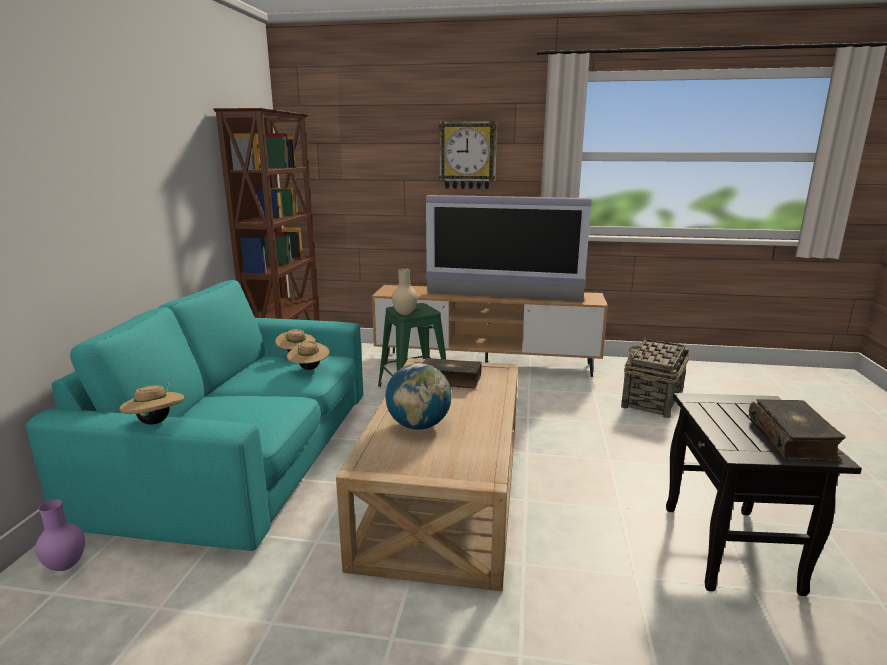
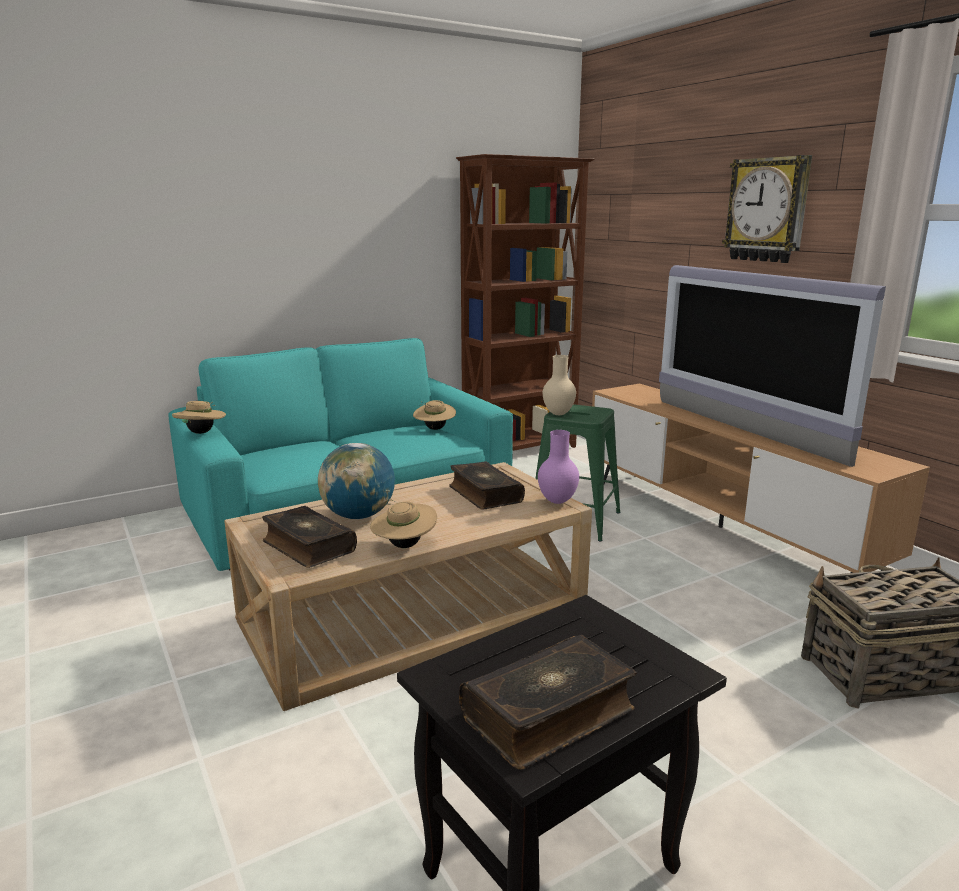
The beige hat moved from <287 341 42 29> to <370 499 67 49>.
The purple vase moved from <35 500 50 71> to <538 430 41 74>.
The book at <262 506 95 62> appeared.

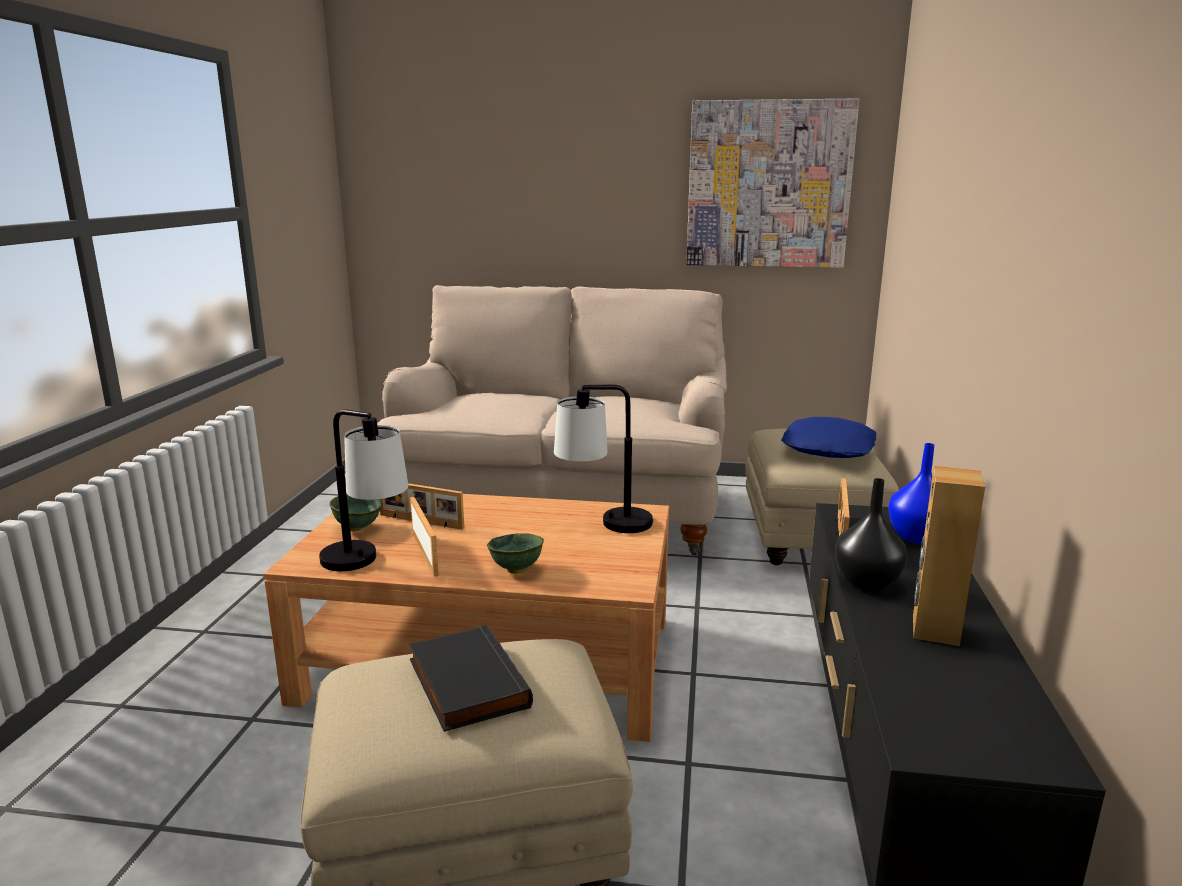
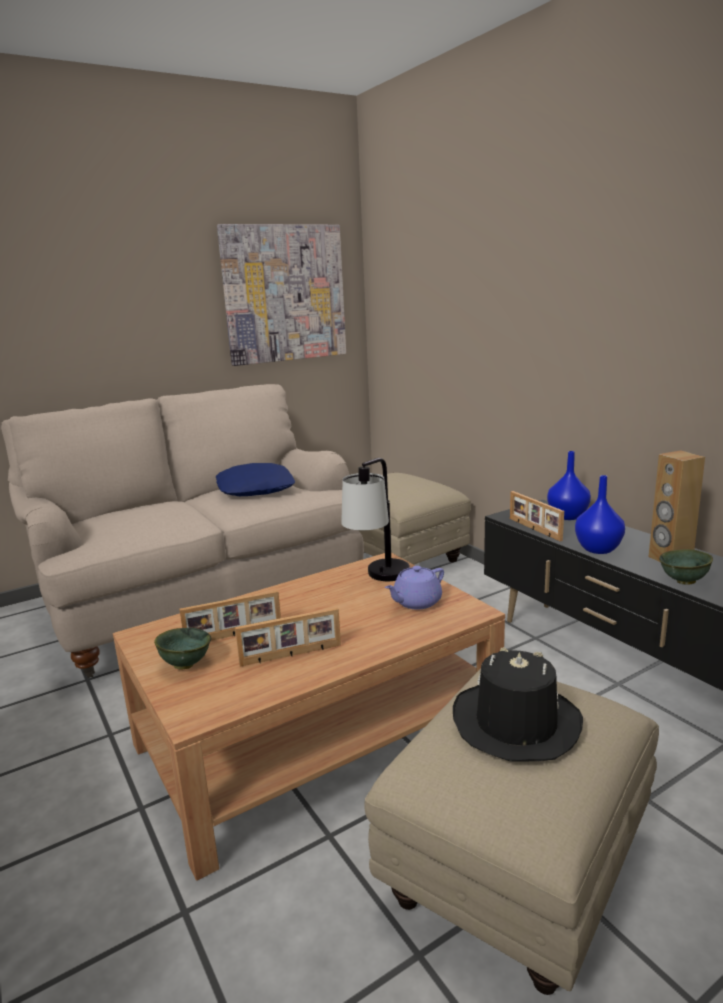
The table lamp at <319 409 89 162> disappeared.
The blue pillow moved from <781 417 95 41> to <216 463 79 33>.
The black vase at <835 478 72 113> became the blue vase at <575 475 50 79>.
The picture frame at <410 497 29 80> turned 135 degrees clockwise.
The green bowl moved from <487 533 57 41> to <659 549 54 36>.
The black book at <409 625 124 107> was replaced by the black hat at <453 647 130 115>.
The purple teapot at <385 566 59 44> appeared.

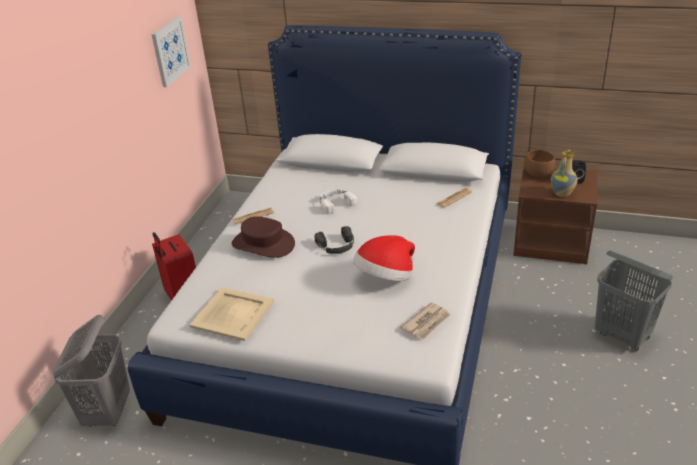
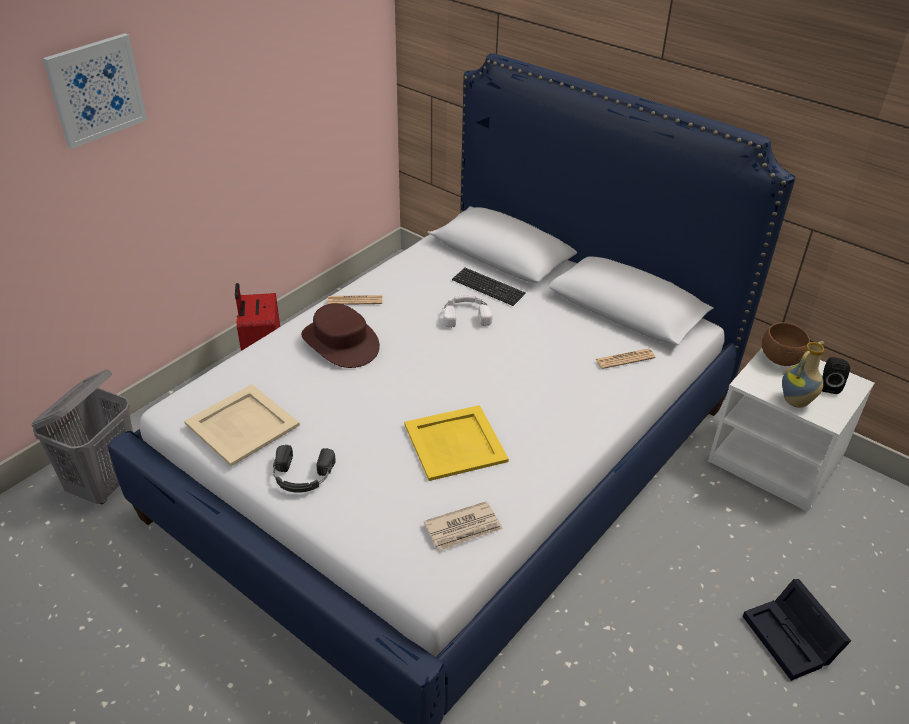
The picture moved from <151 17 40 70> to <43 33 104 116>.
The brown nightstand at <513 167 84 97> became the white nightstand at <708 348 166 164>.
The black headphones moved from <314 226 40 28> to <273 445 63 48>.
The hat at <353 235 62 46> was replaced by the yellow tray at <404 405 105 76>.
The grey laundry basket at <595 251 78 100> was replaced by the black storage box at <743 579 108 102>.
The keyboard at <452 268 74 38> appeared.

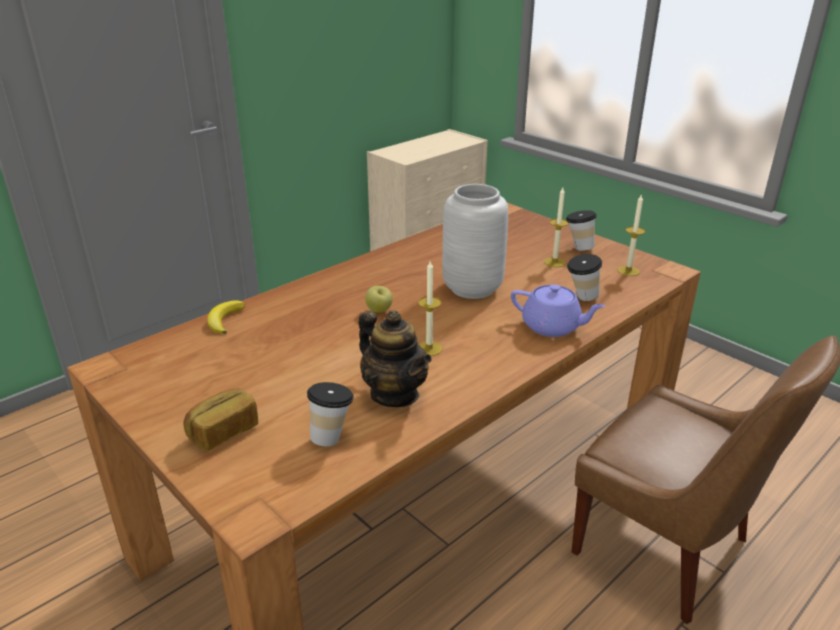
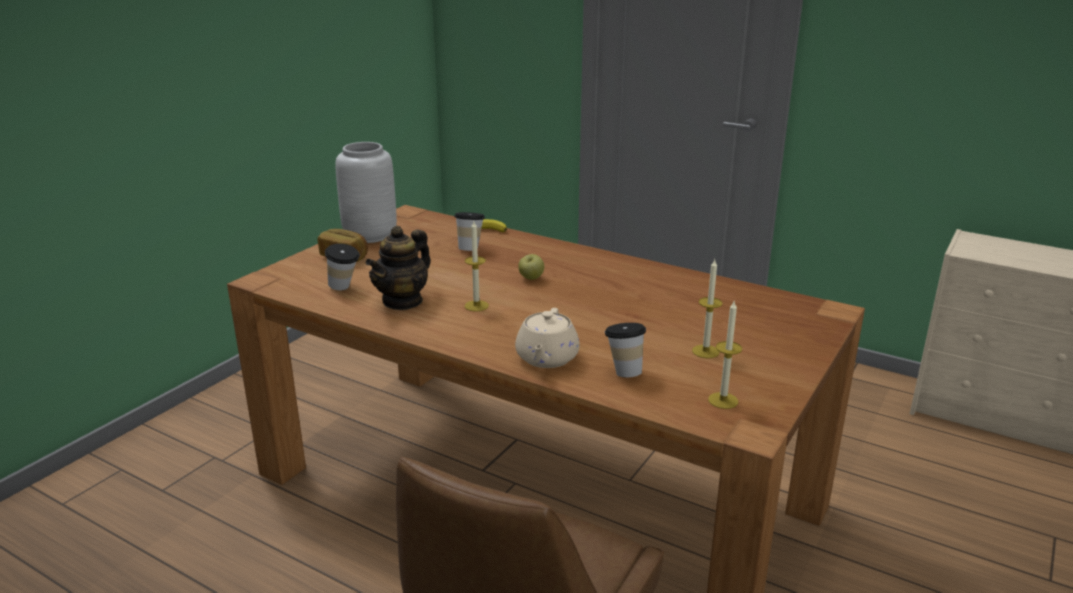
The grey vase moved from <442 184 66 115> to <335 142 62 101>.
The cup moved from <566 210 31 41> to <454 212 31 39>.
The purple teapot at <511 284 94 53> became the beige teapot at <515 308 65 60>.

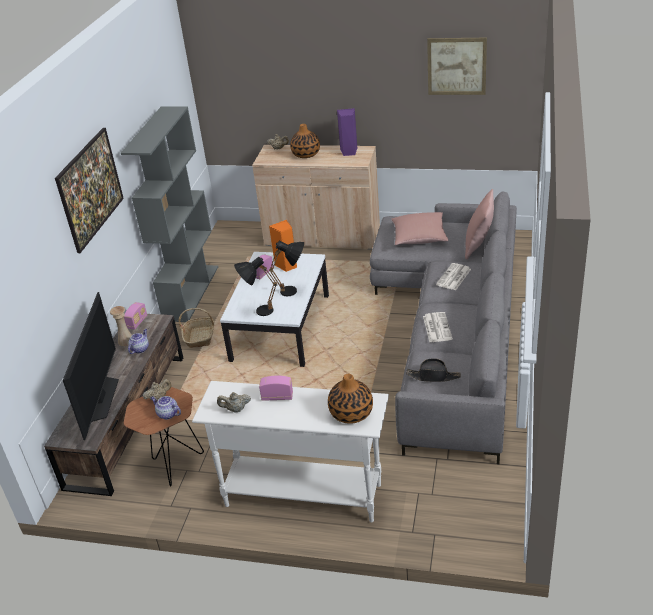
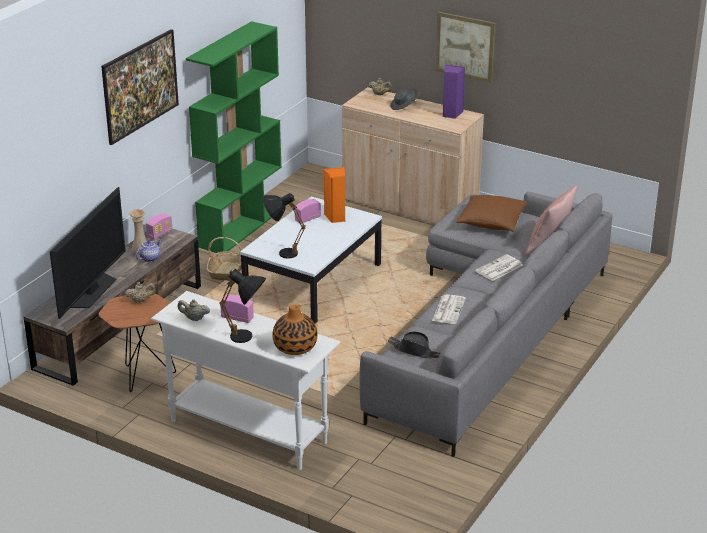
The picture moved from <427 38 60 57> to <435 12 60 71>.
The grey bookcase at <121 107 97 215> became the green bookcase at <186 21 96 232>.
The vase at <290 124 30 34> was replaced by the grey hat at <390 88 29 22>.
The pink pillow at <391 212 57 33> became the brown pillow at <456 195 72 36>.
The black table lamp moved from <269 241 35 55> to <219 269 47 74>.
The teapot at <150 396 31 24> disappeared.

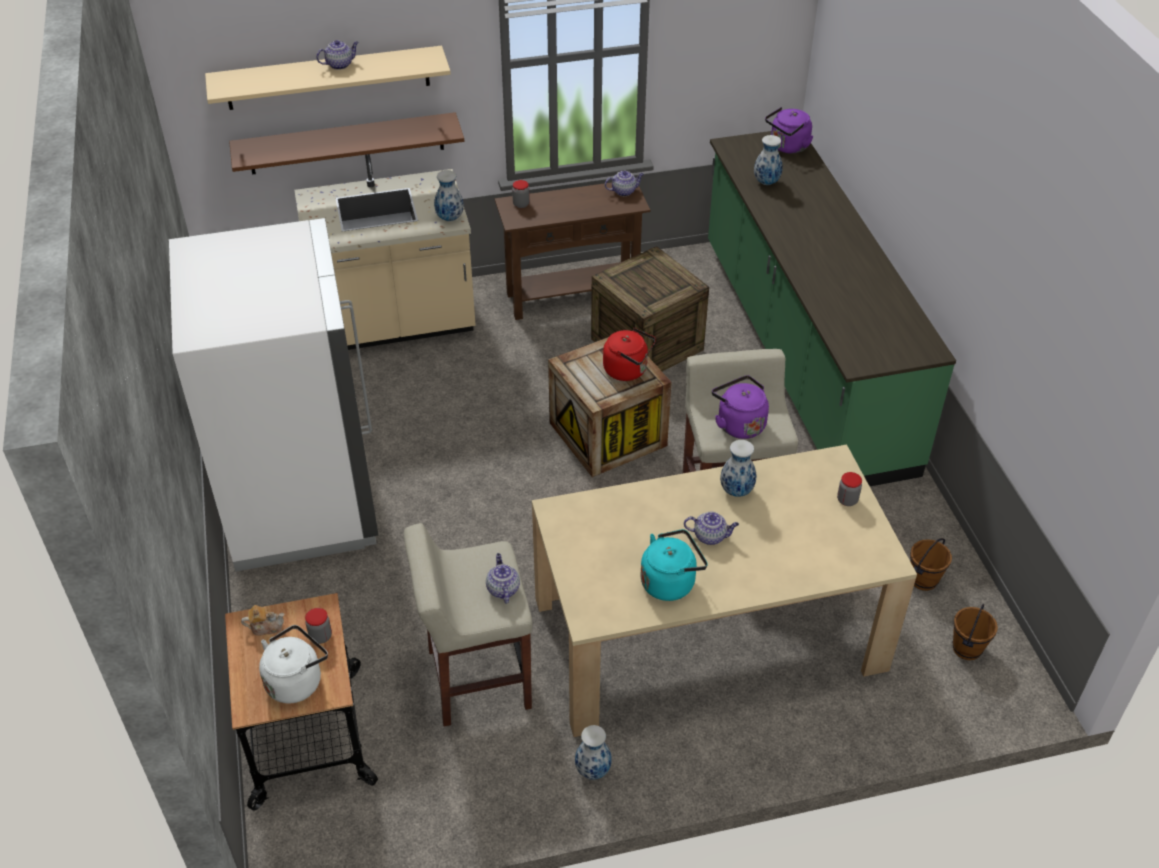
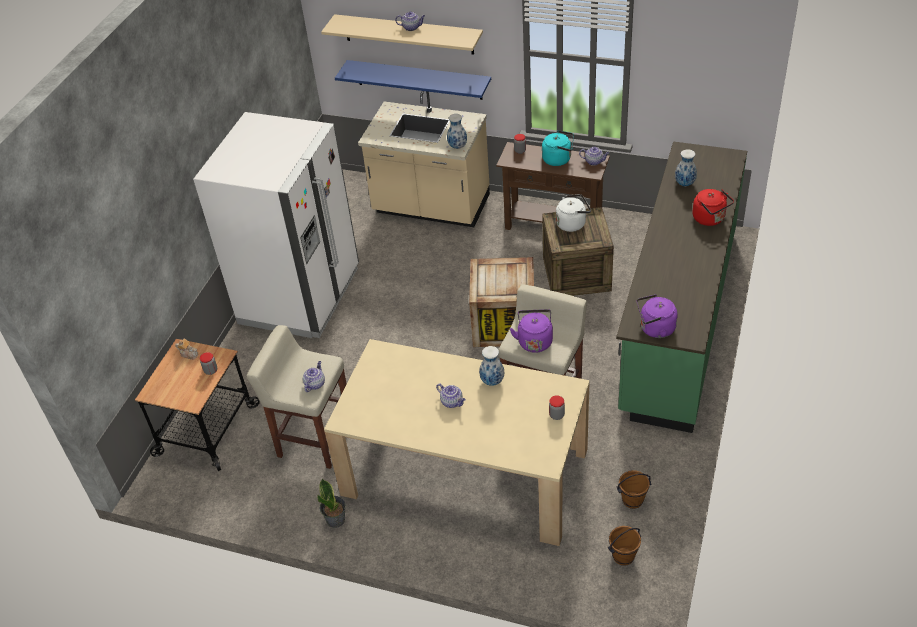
The purple kettle moved from <765 107 48 46> to <637 294 41 44>.
The brown shelf at <229 112 235 63> became the blue shelf at <335 60 156 40>.
The red kettle moved from <603 328 53 53> to <692 189 42 37>.
The turquoise kettle moved from <640 529 68 72> to <542 130 32 36>.
The white kettle moved from <259 625 69 78> to <556 194 35 38>.
The vase at <575 725 37 55> was replaced by the potted plant at <317 478 29 50>.

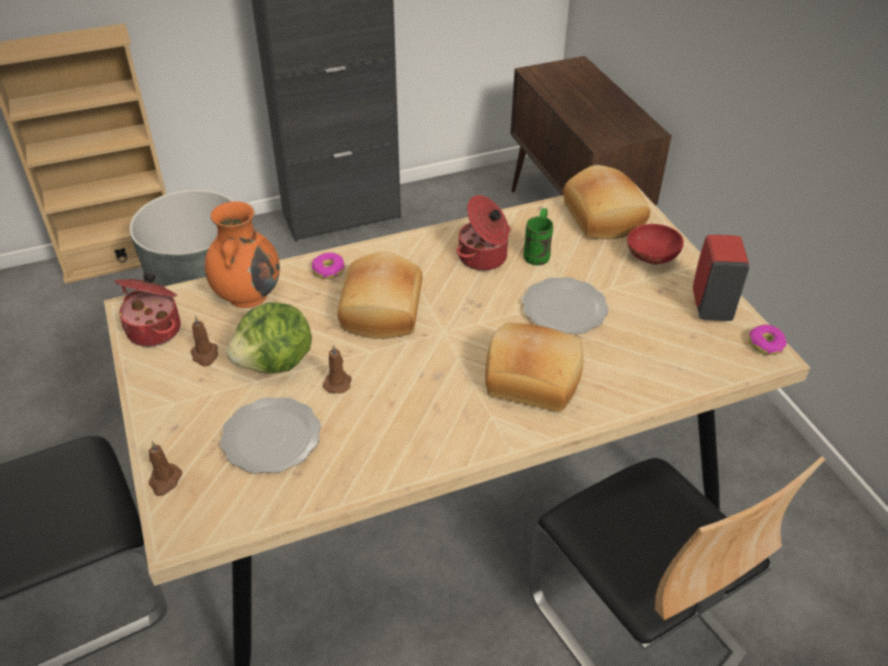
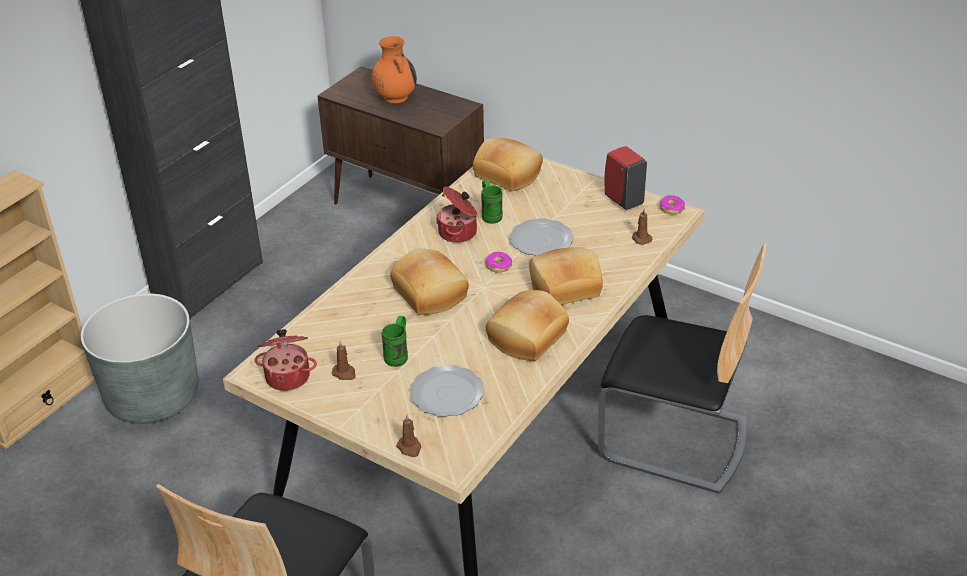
The orange vase moved from <205 201 75 107> to <372 36 45 67>.
The red bowl at <627 224 57 40> disappeared.
The donut moved from <312 252 33 27> to <485 252 27 21>.
The lettuce at <226 302 86 72> was replaced by the green mug at <381 316 27 51>.
The brown candle moved from <323 344 28 50> to <632 209 20 36>.
The bread at <486 290 83 71> appeared.

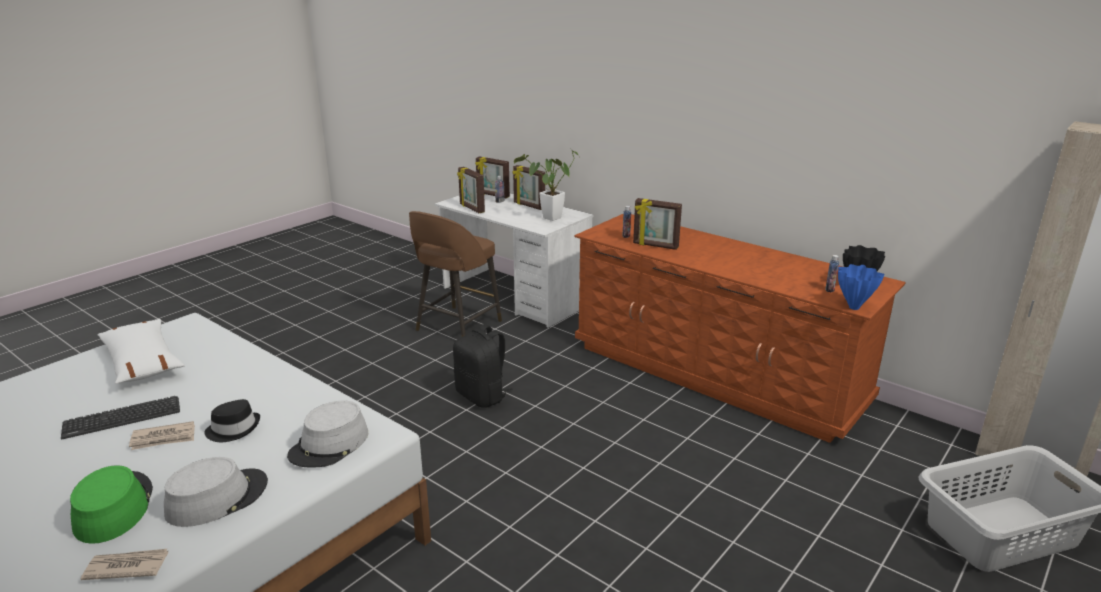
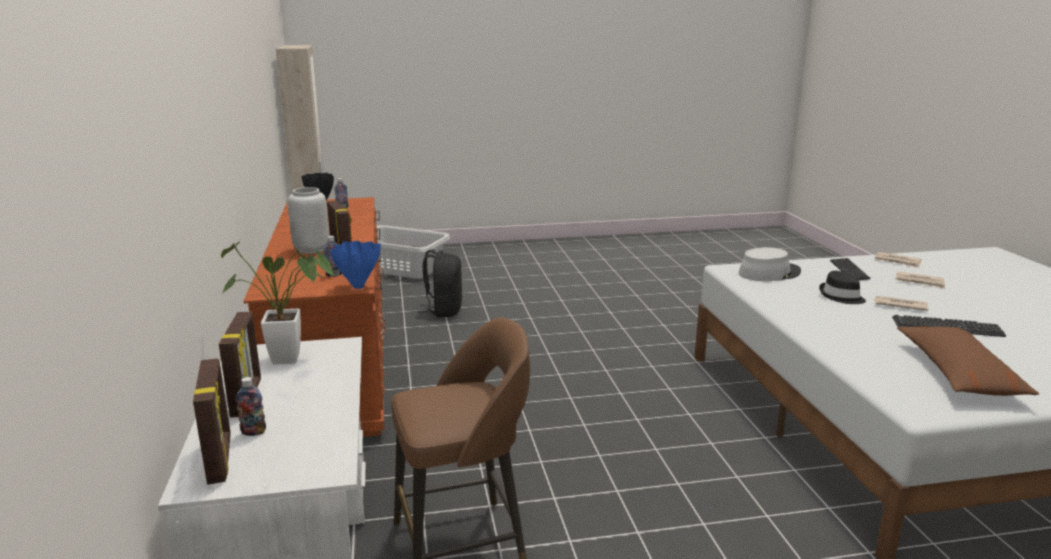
The picture frame at <457 167 28 46> disappeared.
The blue vase moved from <838 264 46 46> to <330 241 51 48>.
The white pillow at <97 319 88 65> became the brown pillow at <897 327 142 69>.
The black backpack moved from <453 324 60 84> to <418 250 44 67>.
The grey hat at <164 457 104 70> was replaced by the keyboard at <830 258 41 22>.
The green hat at <70 465 83 79> was replaced by the newspaper at <896 272 49 17>.
The grey vase at <288 187 41 67> appeared.

